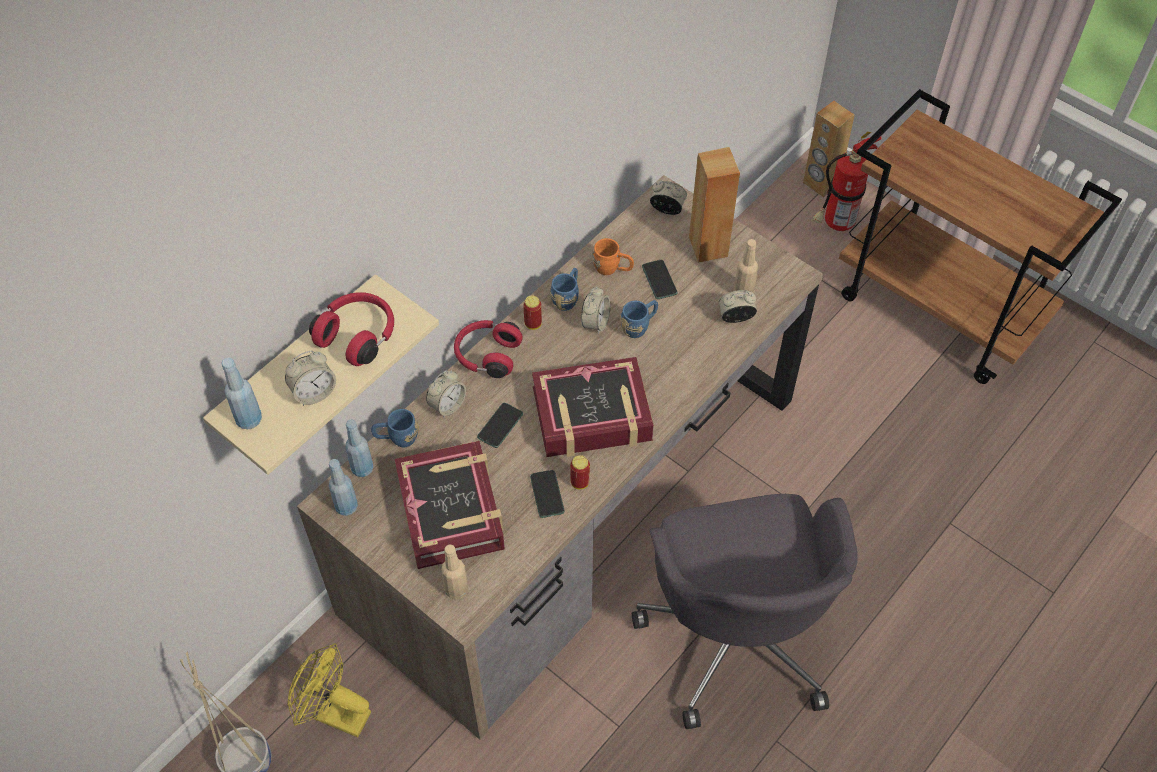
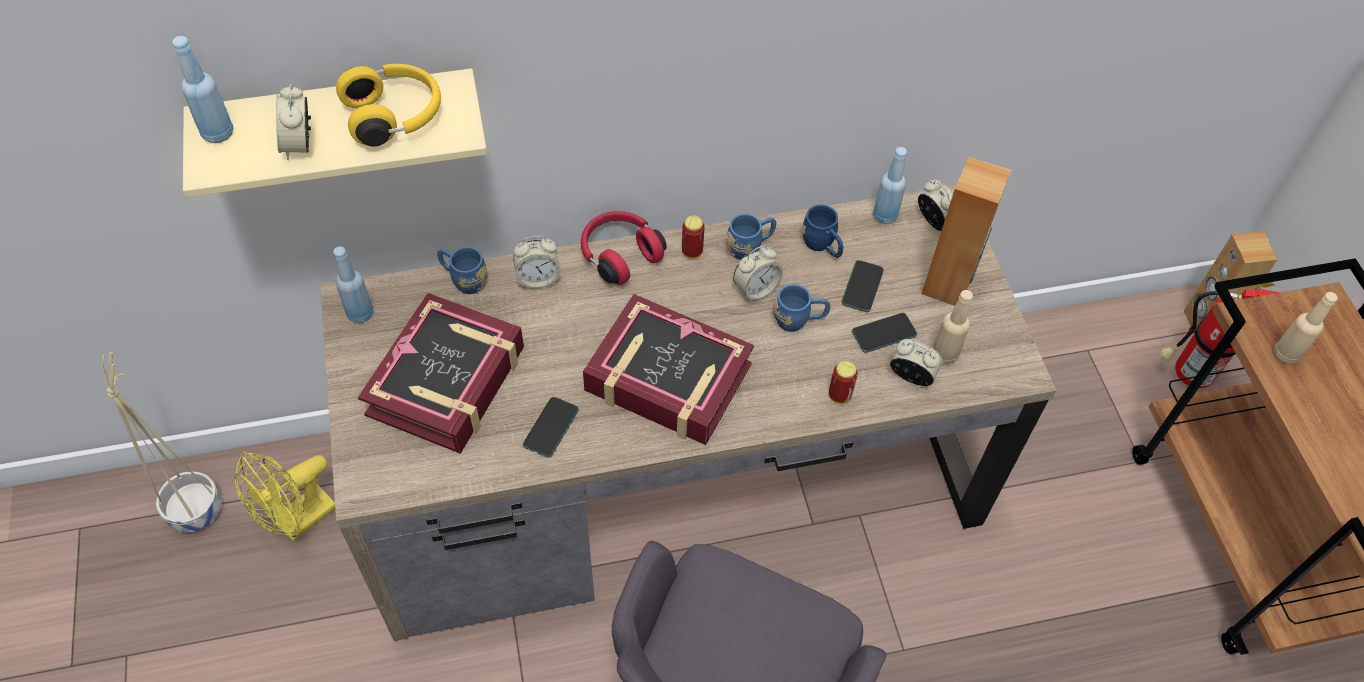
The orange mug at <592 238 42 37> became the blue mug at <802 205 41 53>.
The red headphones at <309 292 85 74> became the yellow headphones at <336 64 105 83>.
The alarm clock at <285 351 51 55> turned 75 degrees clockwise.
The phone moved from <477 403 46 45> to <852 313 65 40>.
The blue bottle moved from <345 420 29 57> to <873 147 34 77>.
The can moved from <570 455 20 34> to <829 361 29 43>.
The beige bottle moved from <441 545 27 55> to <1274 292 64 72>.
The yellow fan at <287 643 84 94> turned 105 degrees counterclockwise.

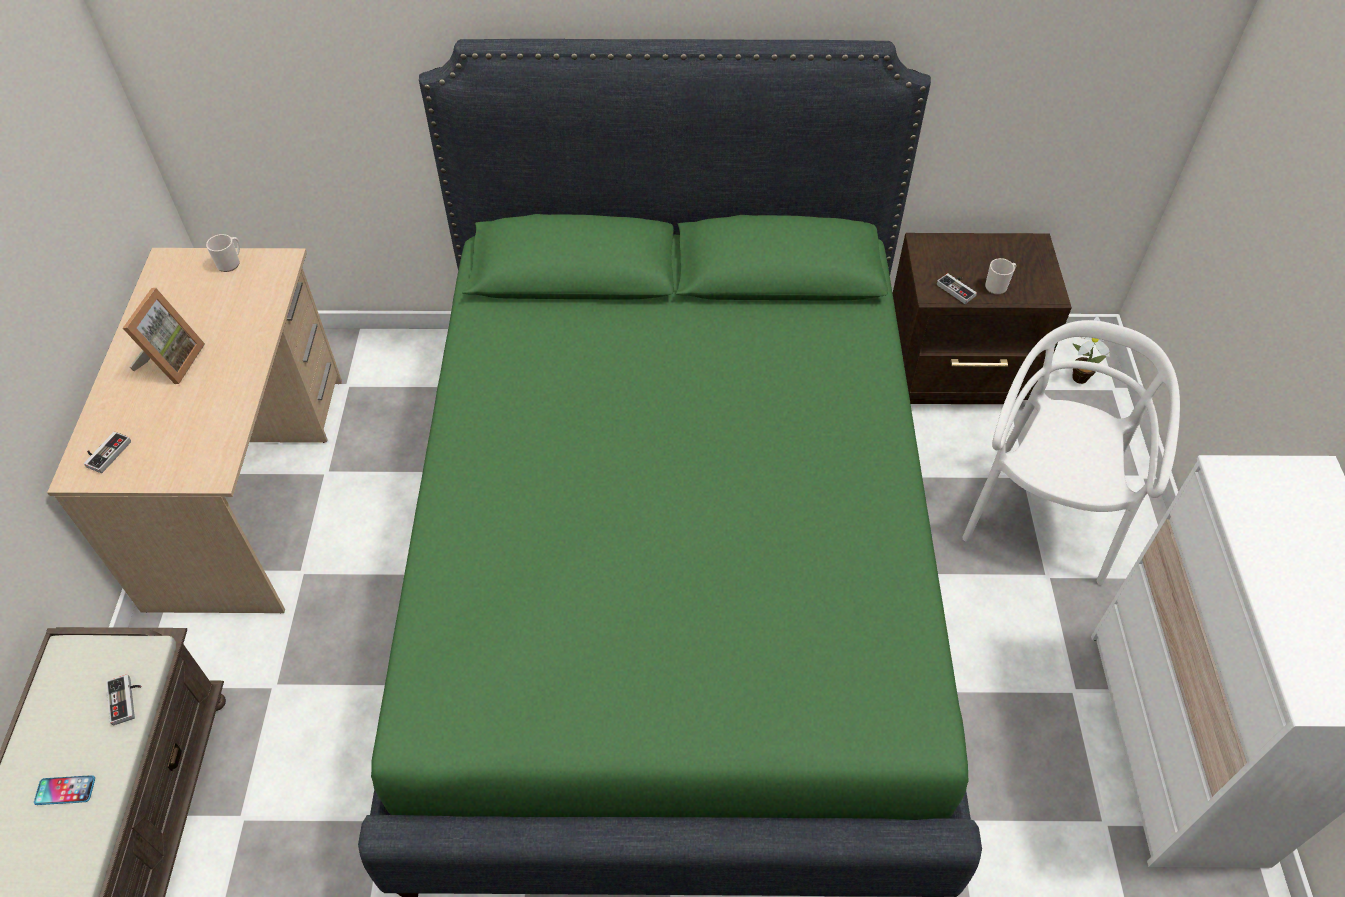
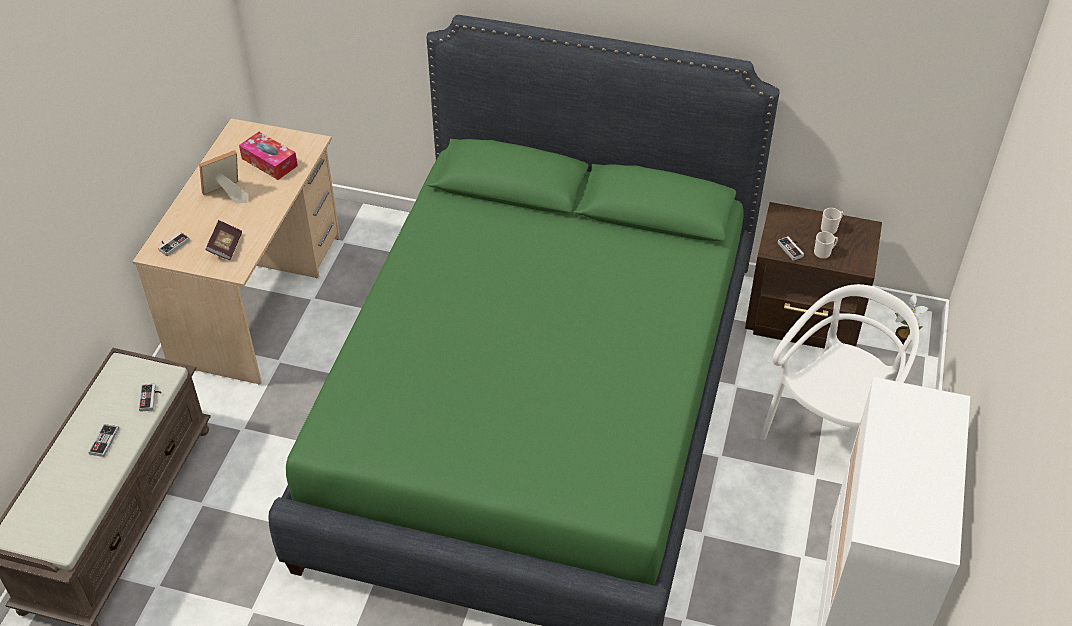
The mug moved from <206 234 34 38> to <821 208 22 26>.
The picture frame at <123 288 82 96> turned 150 degrees counterclockwise.
The phone at <34 775 61 30> was replaced by the game controller at <89 424 30 33>.
The tissue box at <239 132 59 48> appeared.
The book at <206 220 36 40> appeared.

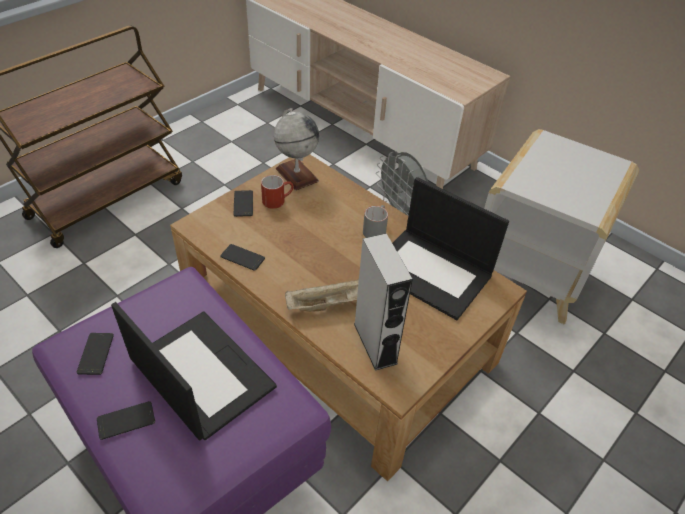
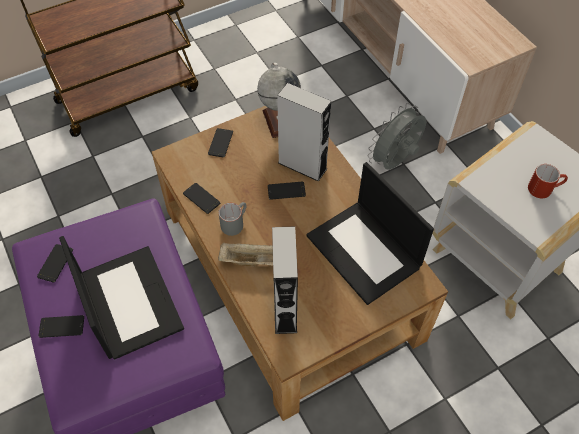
The grey fan at <376 152 52 64> turned 60 degrees clockwise.
The red mug moved from <261 175 33 34> to <528 164 40 34>.
The grey mug moved from <363 205 25 33> to <219 202 28 34>.
The grey speaker at <277 83 54 99> appeared.
The phone at <268 182 38 18> appeared.

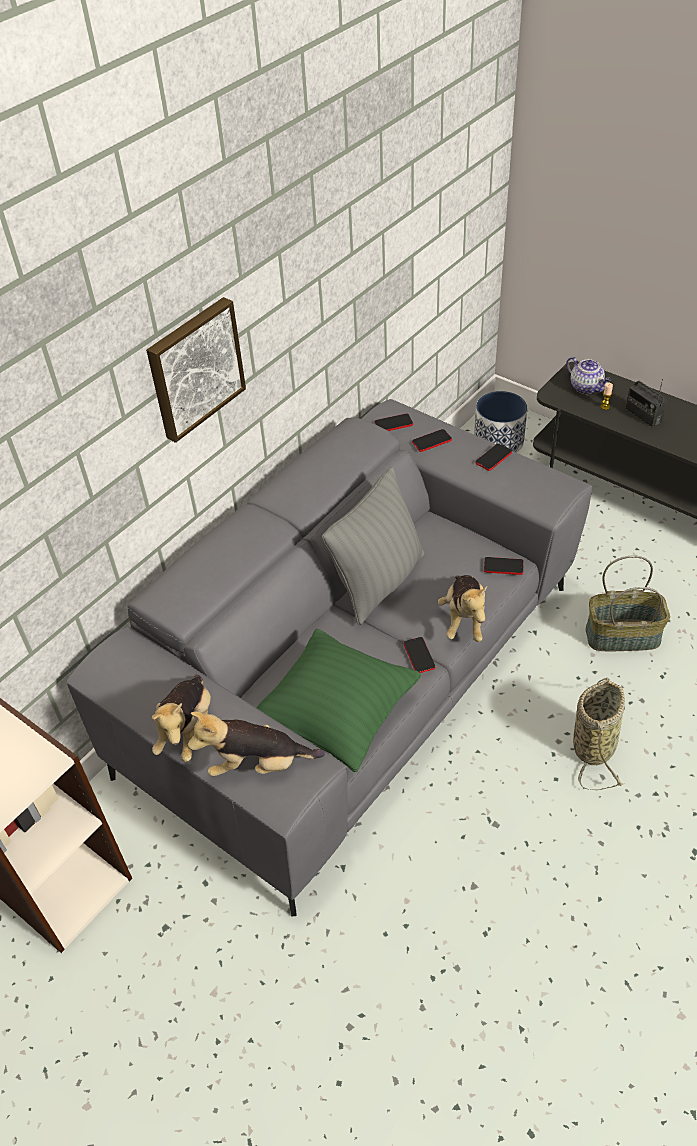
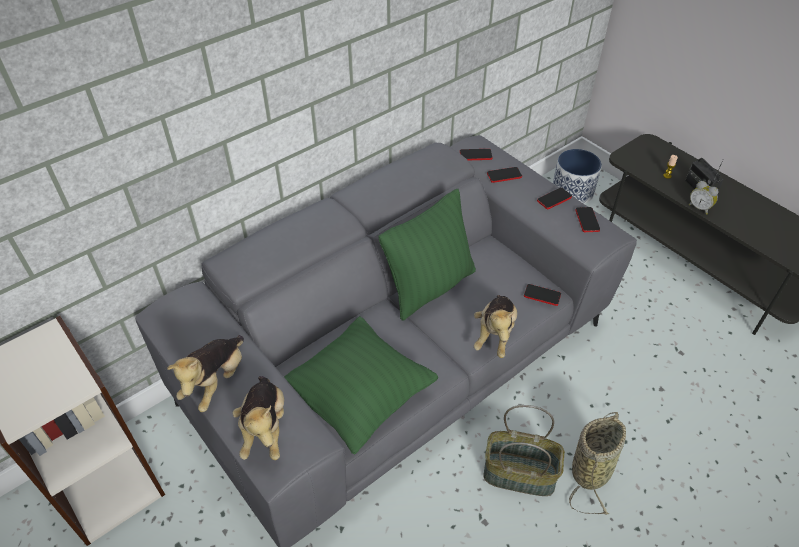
The picture at <146 297 100 146> disappeared.
The teapot at <566 357 45 37> disappeared.
The grey pillow at <322 467 102 158> became the green pillow at <379 189 97 132>.
The basket moved from <586 555 84 96> to <483 405 82 91>.
The phone moved from <404 637 31 36> to <576 207 24 25>.
The plush toy at <188 711 137 65> turned 105 degrees counterclockwise.
The alarm clock at <689 181 30 34> appeared.

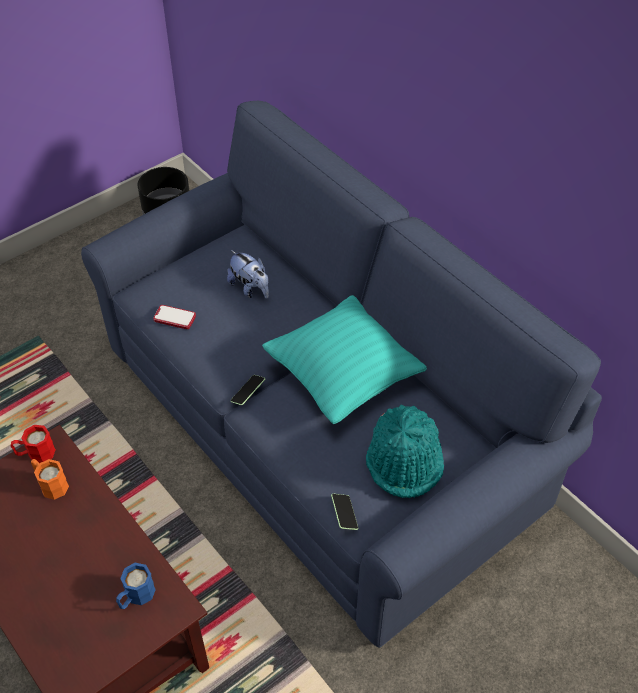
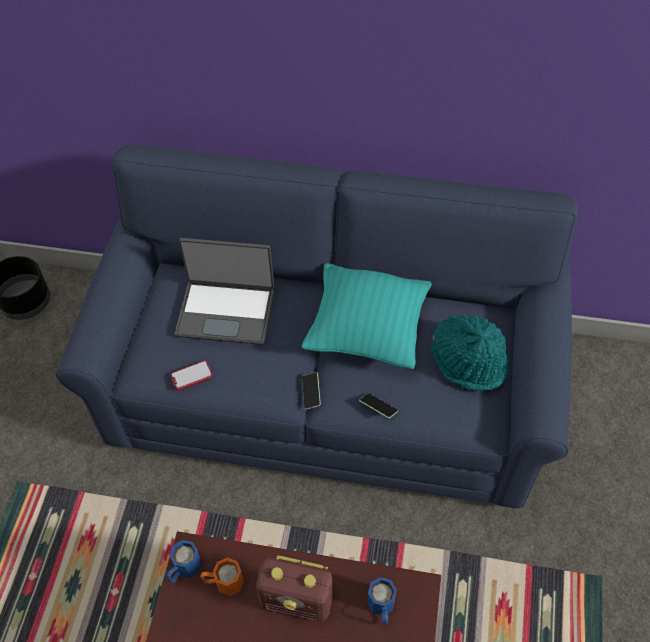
The plush toy at <227 250 42 49> was replaced by the laptop at <175 238 99 107>.
The red mug at <11 425 45 38> became the blue mug at <167 540 35 43>.
The phone moved from <331 494 27 36> to <359 393 39 25>.
The radio at <256 555 77 66> appeared.

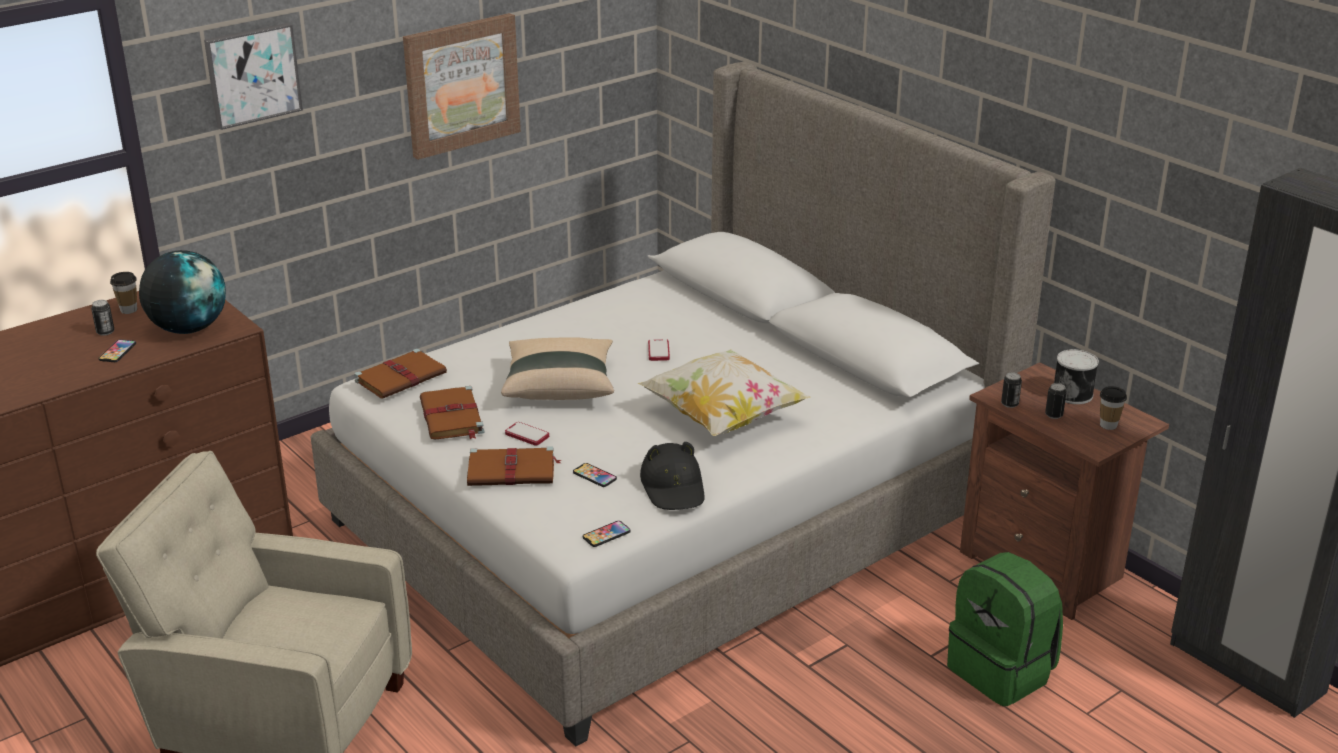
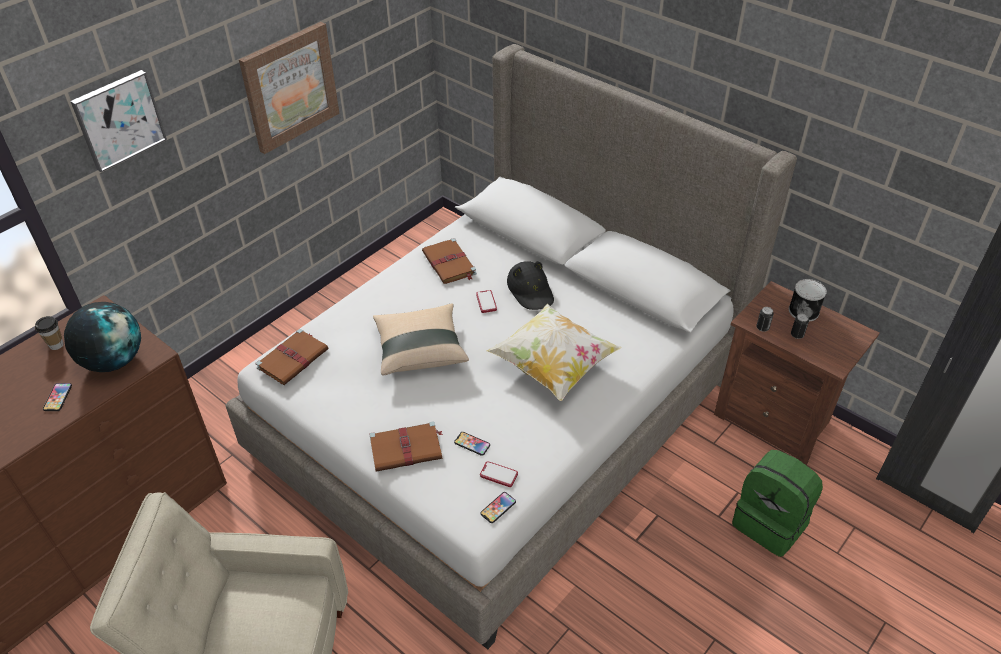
The can at <91 300 24 36> disappeared.
The brown book moved from <420 386 65 53> to <422 238 55 46>.
The cup at <1100 386 27 44> disappeared.
The phone moved from <505 422 44 24> to <480 461 38 26>.
The black hat moved from <640 442 64 68> to <507 261 47 49>.

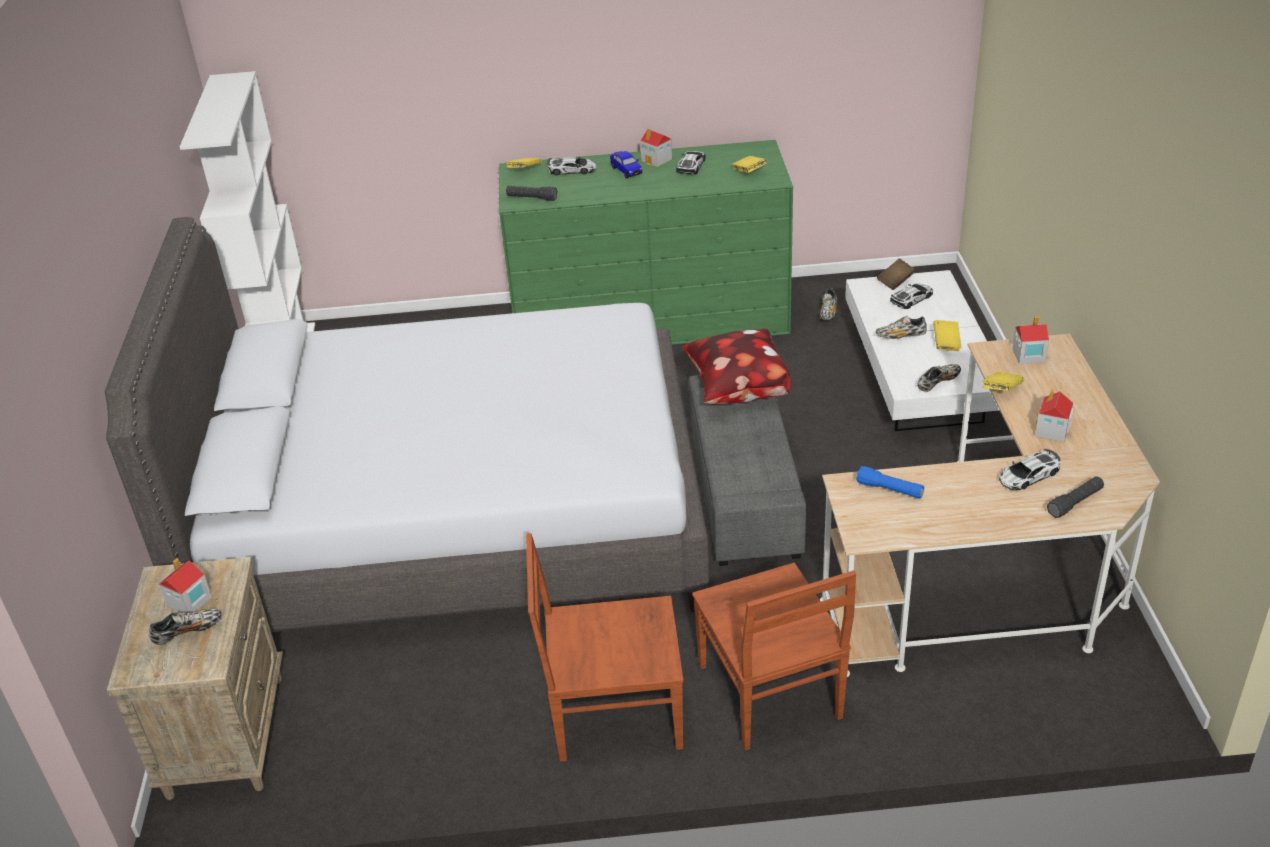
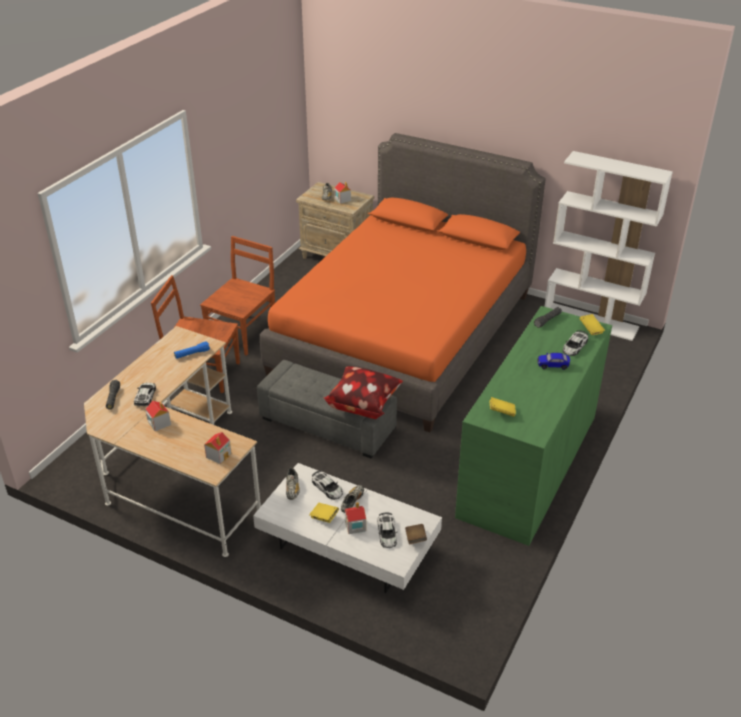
The toy house moved from <640 128 32 39> to <345 502 21 32>.
The toy car moved from <676 151 30 24> to <312 470 31 30>.
The grey bed at <105 217 604 415> became the orange bed at <260 133 286 299>.
The shoe at <819 288 18 33> disappeared.
The yellow book at <982 372 42 19> disappeared.

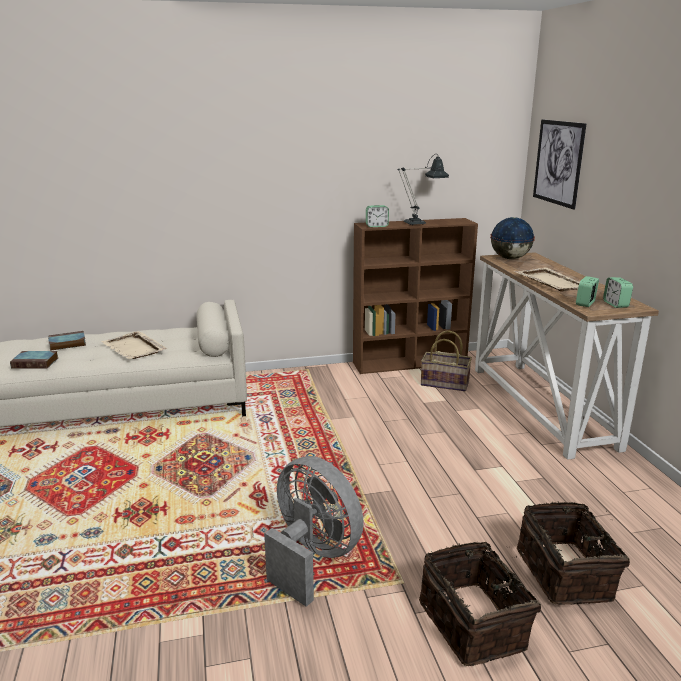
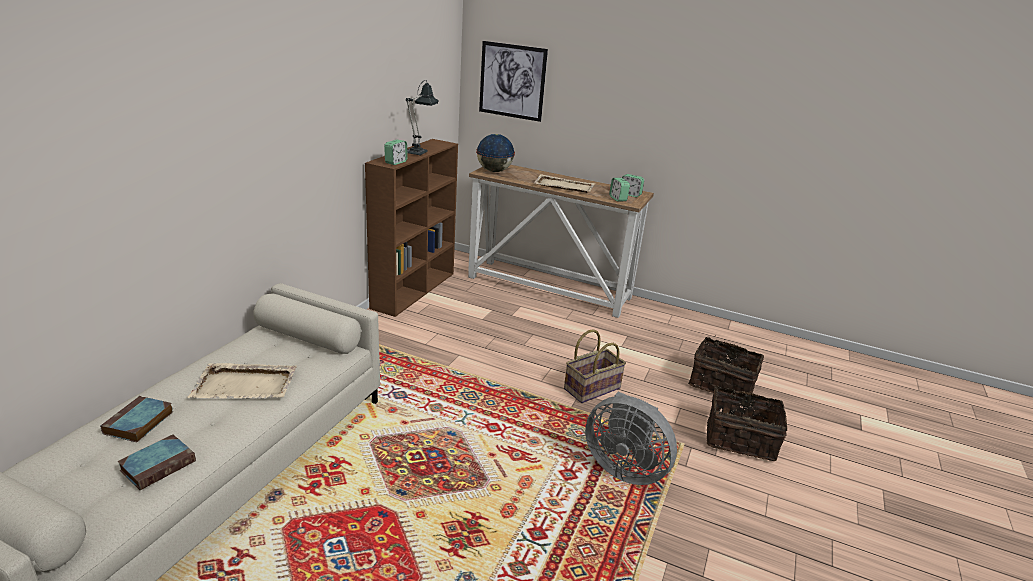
The basket moved from <421 330 51 61> to <564 329 62 74>.
The grey fan at <264 456 100 151> turned 135 degrees counterclockwise.

